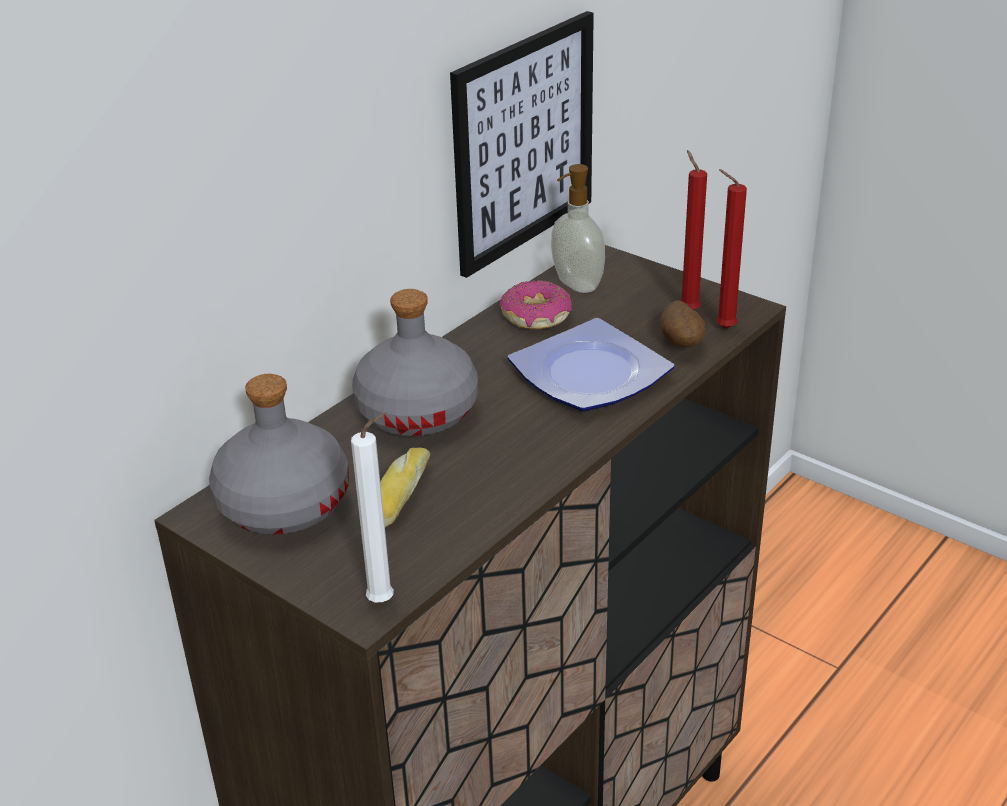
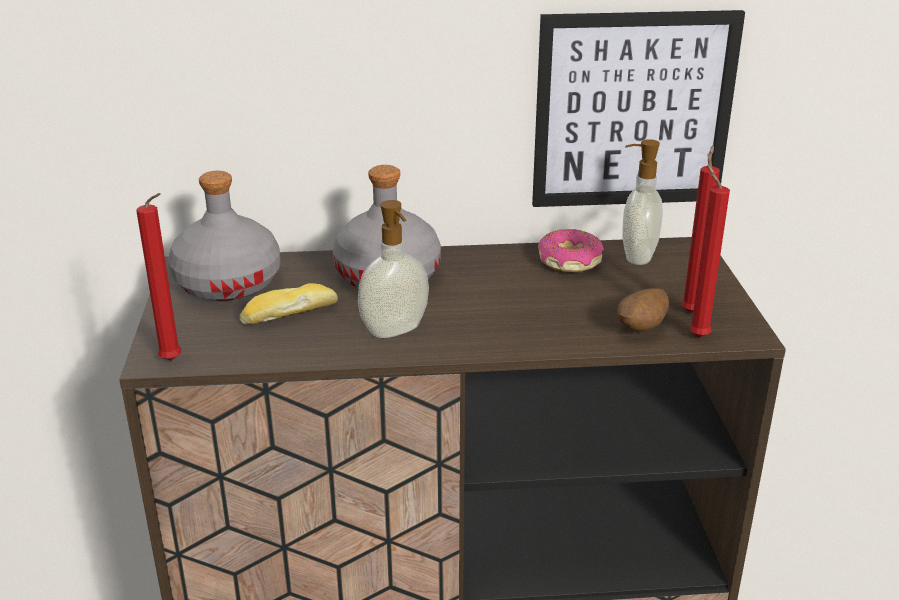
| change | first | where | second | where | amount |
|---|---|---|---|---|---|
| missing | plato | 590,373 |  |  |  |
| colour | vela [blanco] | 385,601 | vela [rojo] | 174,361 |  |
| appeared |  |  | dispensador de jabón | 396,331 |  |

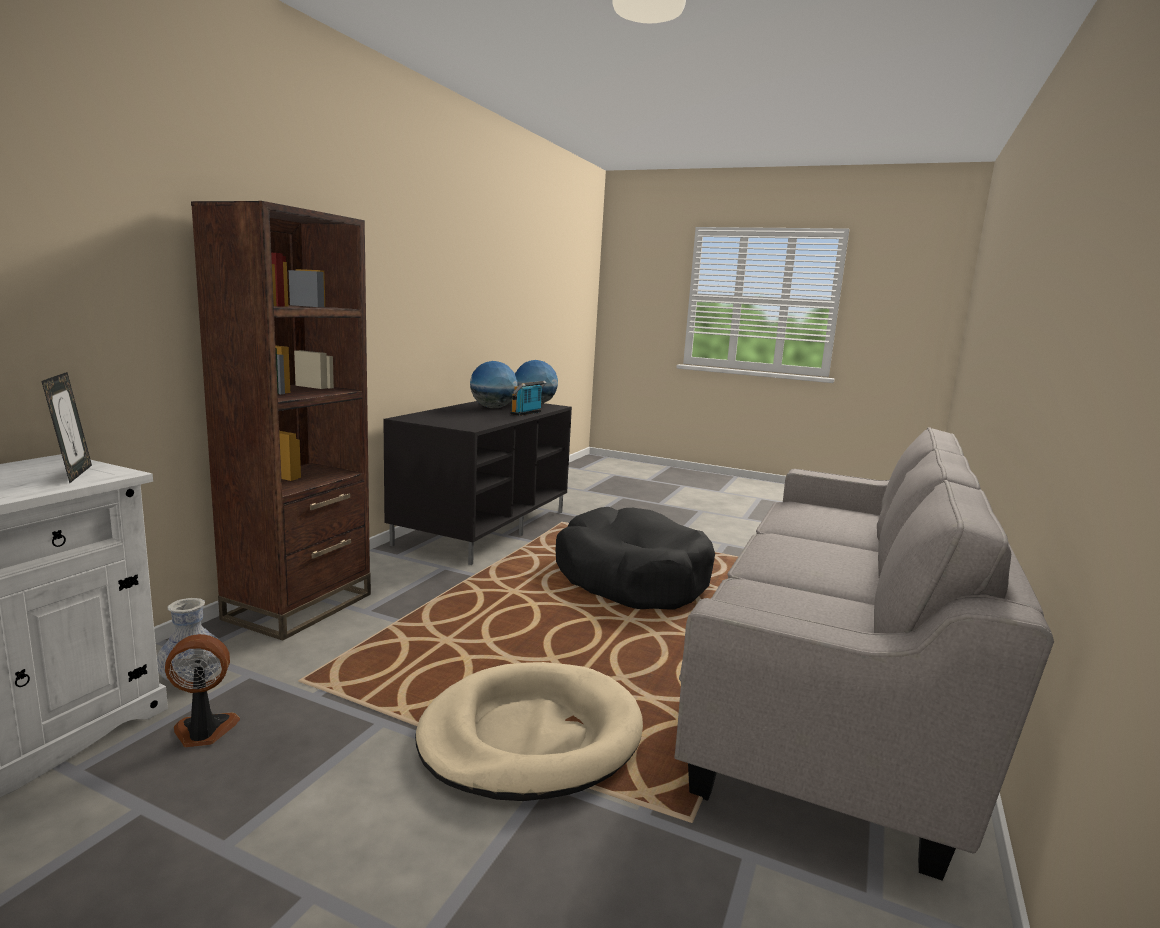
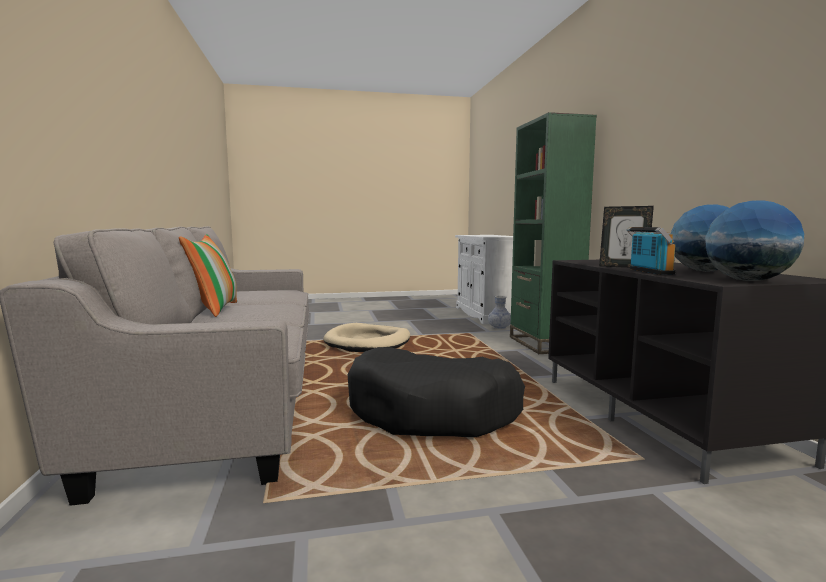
| change | first | where | second | where | amount |
|---|---|---|---|---|---|
| colour | estantería [marrón] | 299,606 | estantería [verde] | 544,344 |  |
| relocated | portarretratos | 74,474 |  | 623,267 |  |
| missing | ventilador | 204,732 |  |  |  |
| appeared |  |  | cojín | 213,309 |  |

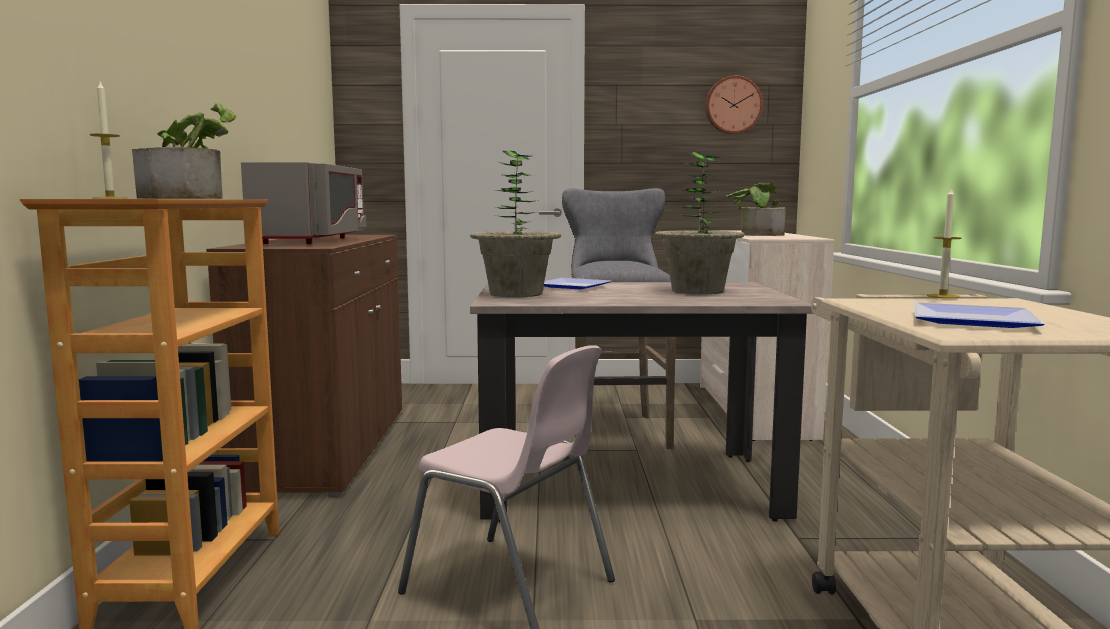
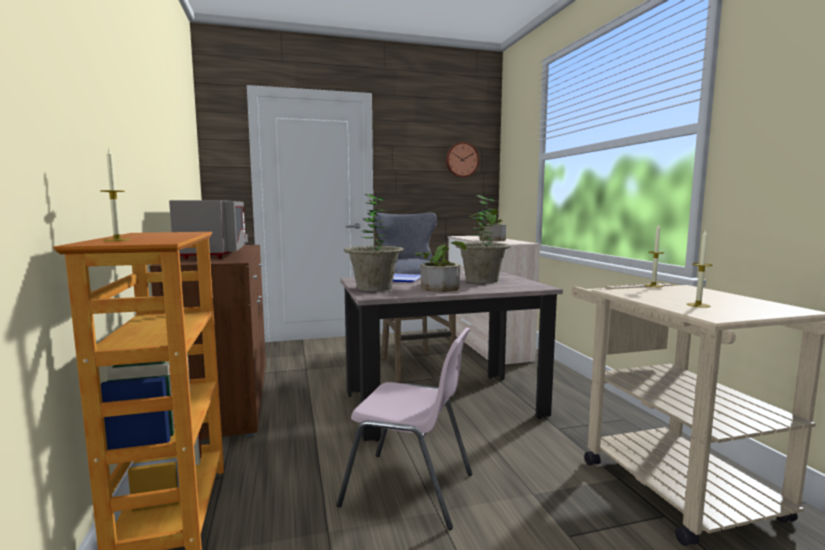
| change | first | where | second | where | amount |
|---|---|---|---|---|---|
| relocated | planta en maceta | 191,198 |  | 441,287 |  |
| exchanged | plato | 968,320 | vela | 698,305 |  |

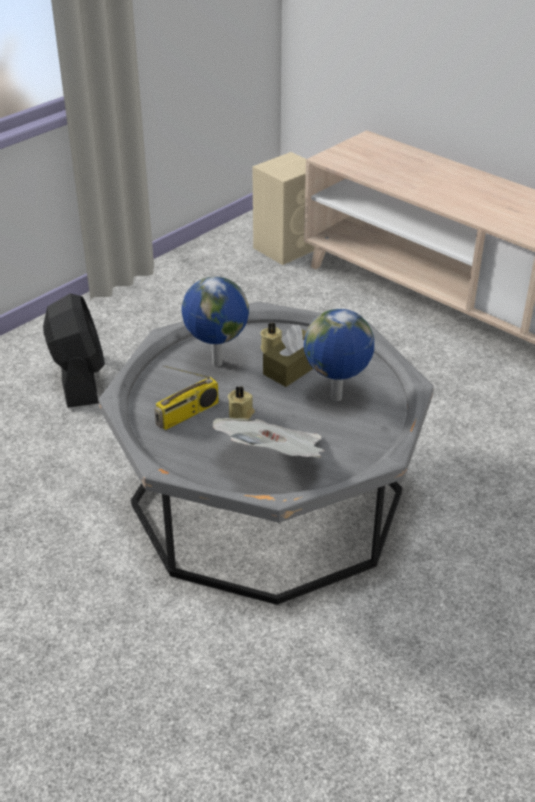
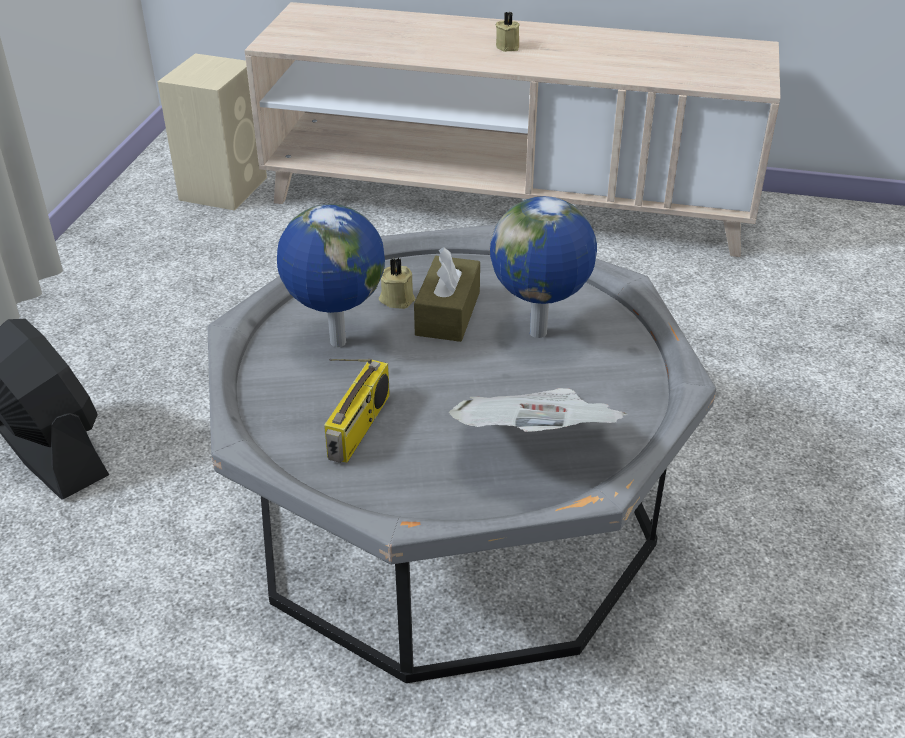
| change | first | where | second | where | amount |
|---|---|---|---|---|---|
| relocated | vela [beis] | 241,414 |  | 508,46 |  |

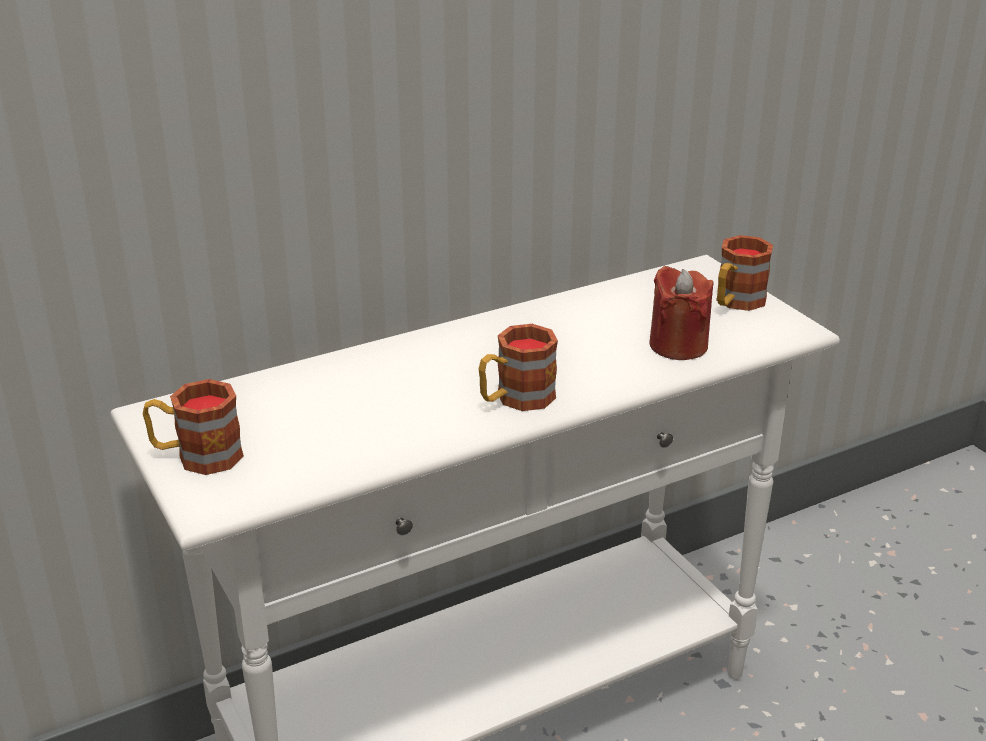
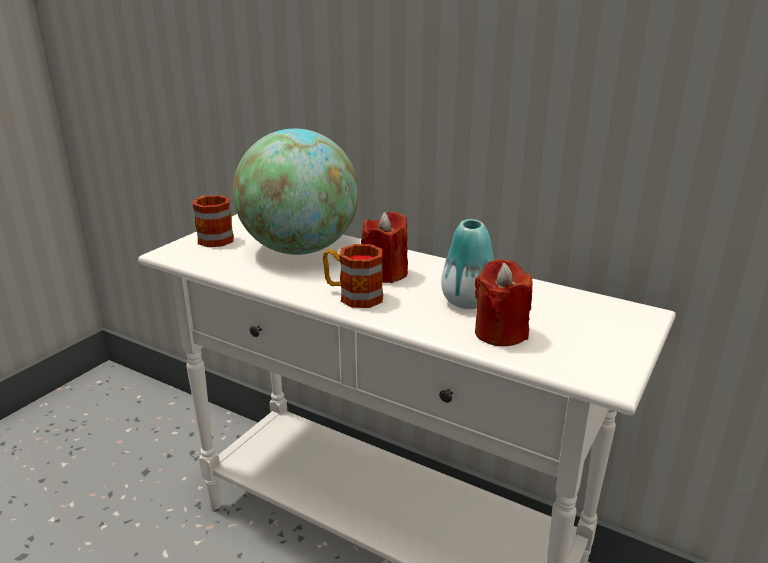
| change | first | where | second | where | amount |
|---|---|---|---|---|---|
| missing | taza grande | 735,302 |  |  |  |
| appeared |  |  | globo terráqueo | 300,249 |  |
| appeared |  |  | vela [rojo] | 385,274 |  |
| appeared |  |  | florero | 467,302 |  |

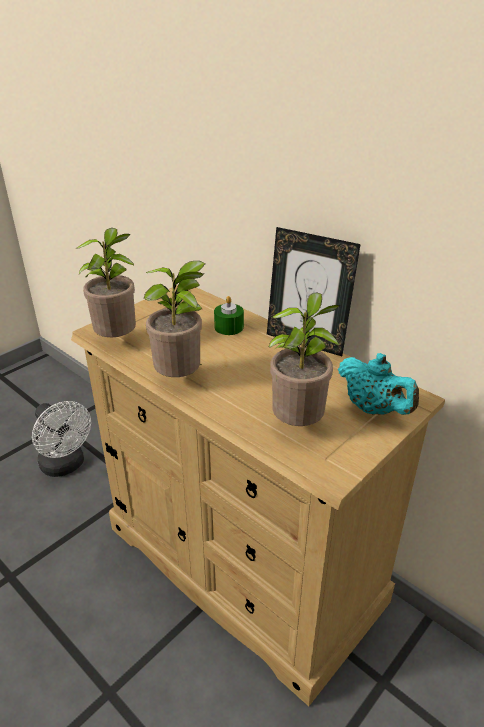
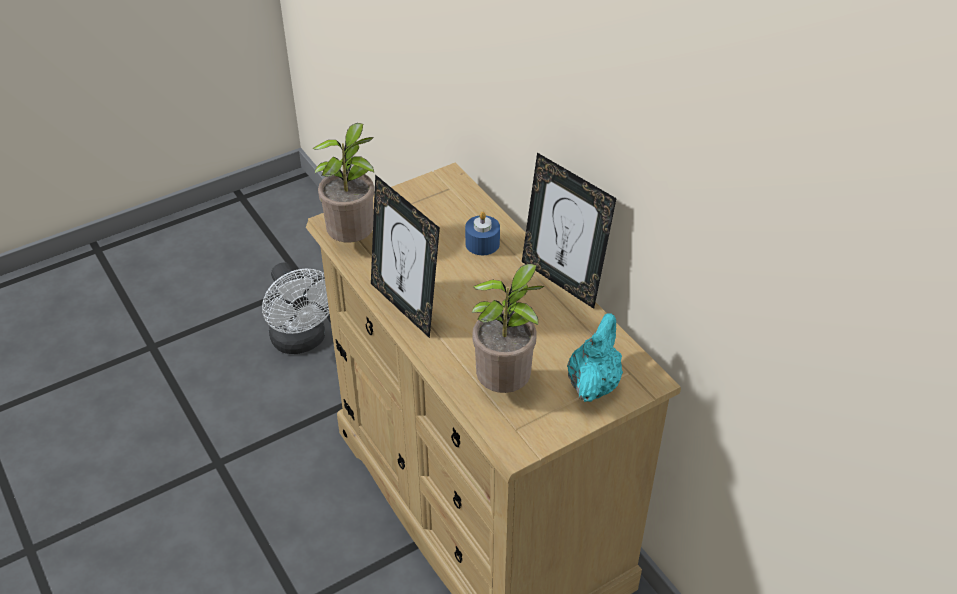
| change | first | where | second | where | amount |
|---|---|---|---|---|---|
| exchanged | planta en maceta | 181,379 | portarretratos | 406,306 |  |
| colour | vela [verde] | 229,327 | vela [azul] | 482,243 |  |
| spun | tetera [turquesa] | 373,409 |  | 593,383 | 135 degrees counterclockwise |

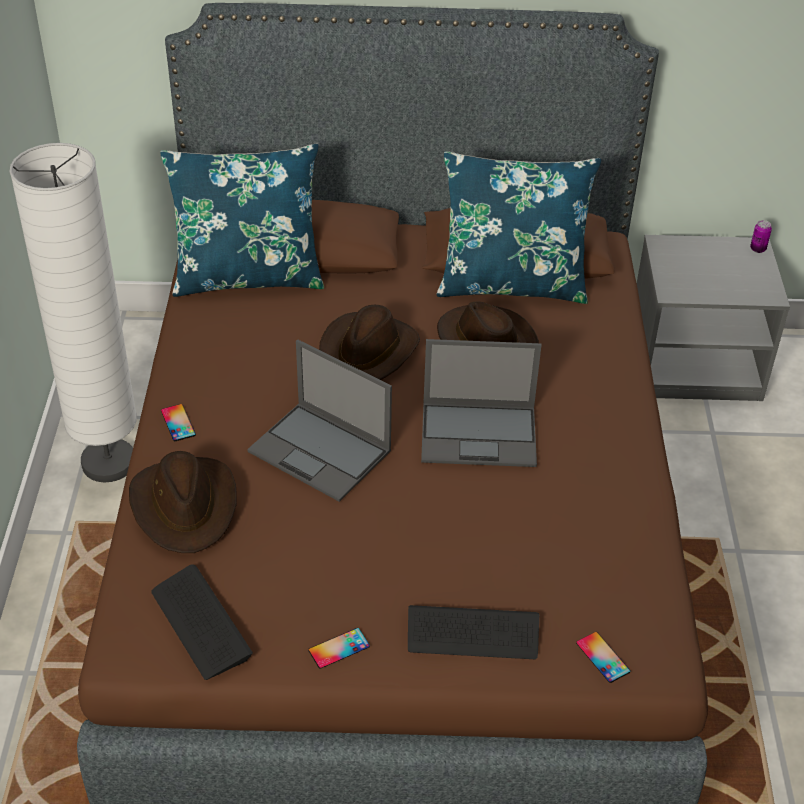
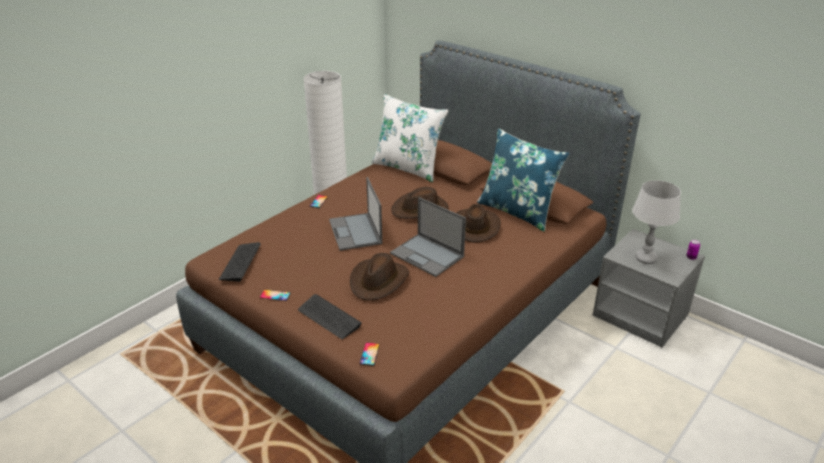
| change | first | where | second | where | amount |
|---|---|---|---|---|---|
| colour | cojín [azul] | 248,277 | cojín [blanco] | 408,167 |  |
| relocated | sombrero [marrón] | 185,506 |  | 379,281 |  |
| appeared |  |  | lámpara de mesa [gris] | 645,258 |  |

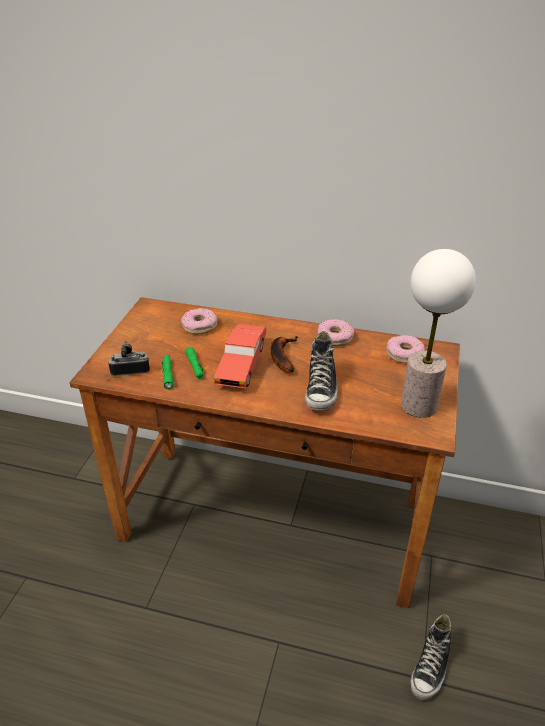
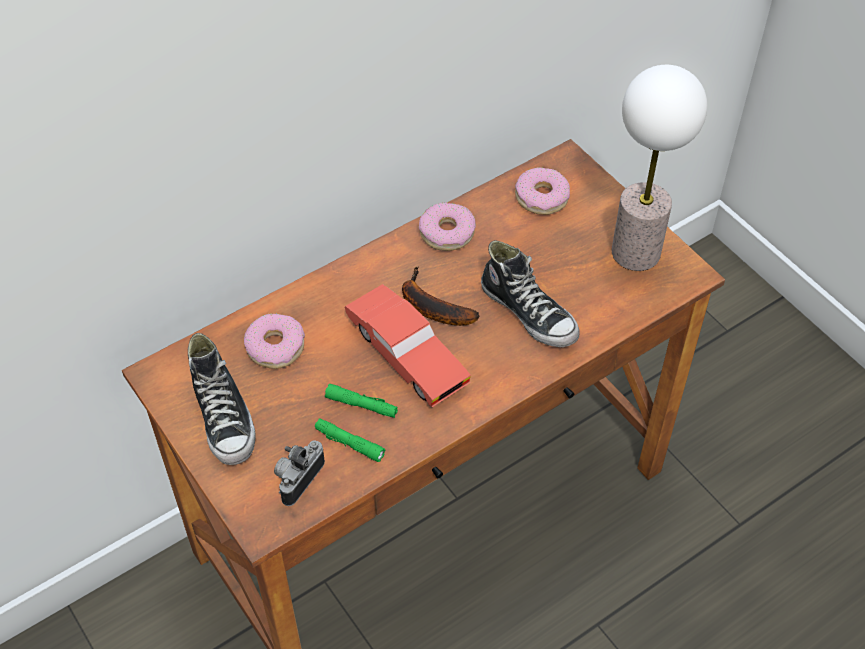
| change | first | where | second | where | amount |
|---|---|---|---|---|---|
| relocated | zapato | 431,667 |  | 224,417 |  |

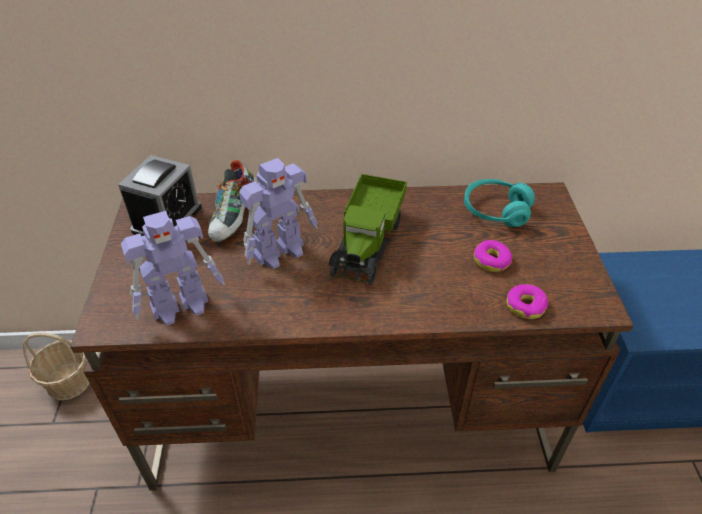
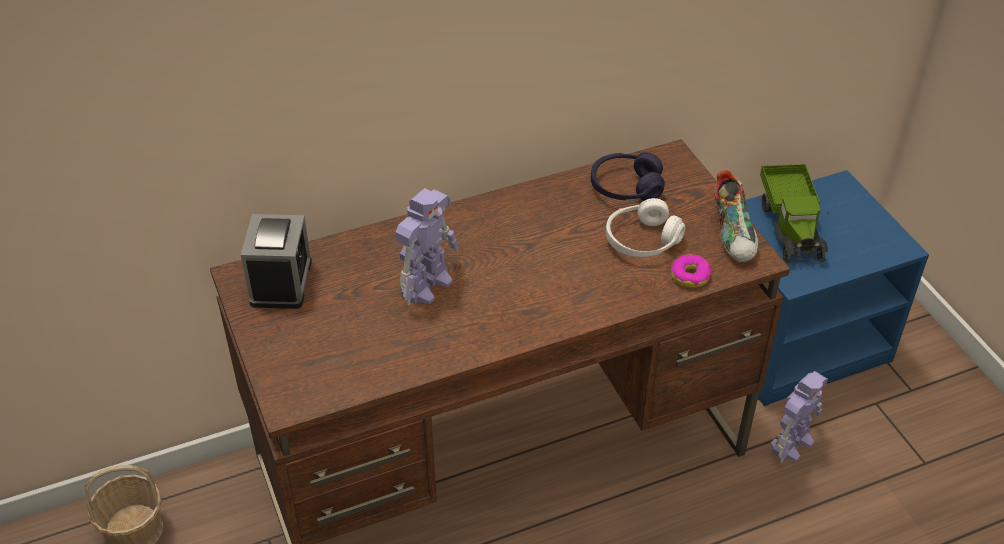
| change | first | where | second | where | amount |
|---|---|---|---|---|---|
| relocated | zapato | 235,219 |  | 734,234 |  |
| relocated | camión de juguete | 368,241 |  | 791,226 |  |
| colour | auriculares [turquesa] | 496,211 | auriculares [morado] | 626,187 |  |
| relocated | robot de juguete | 182,305 |  | 792,443 |  |
| exchanged | rosquilla | 491,261 | auriculares [blanco] | 642,240 |  |

